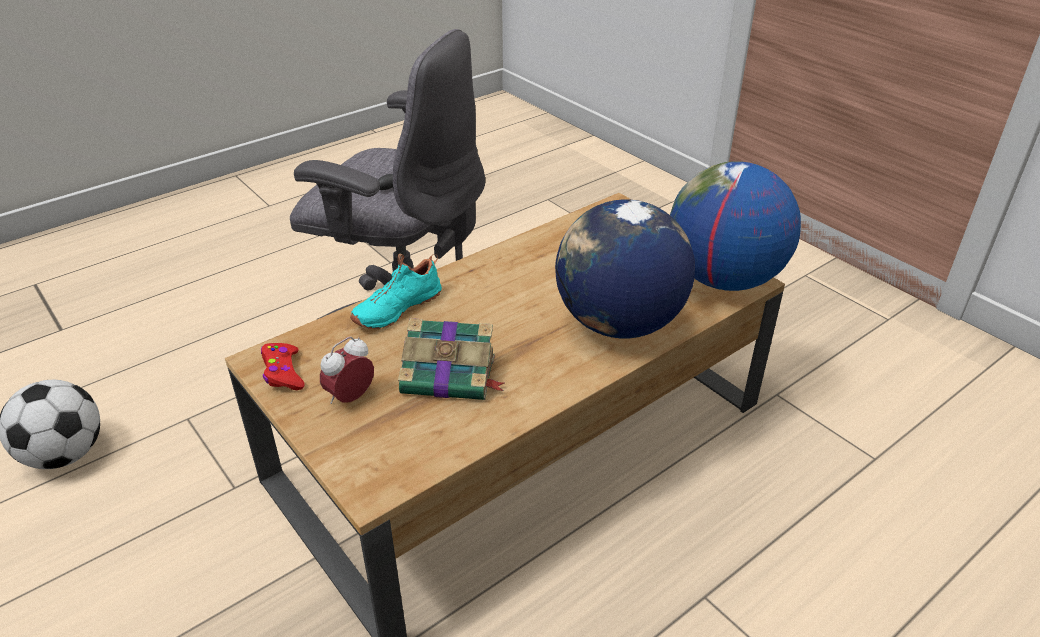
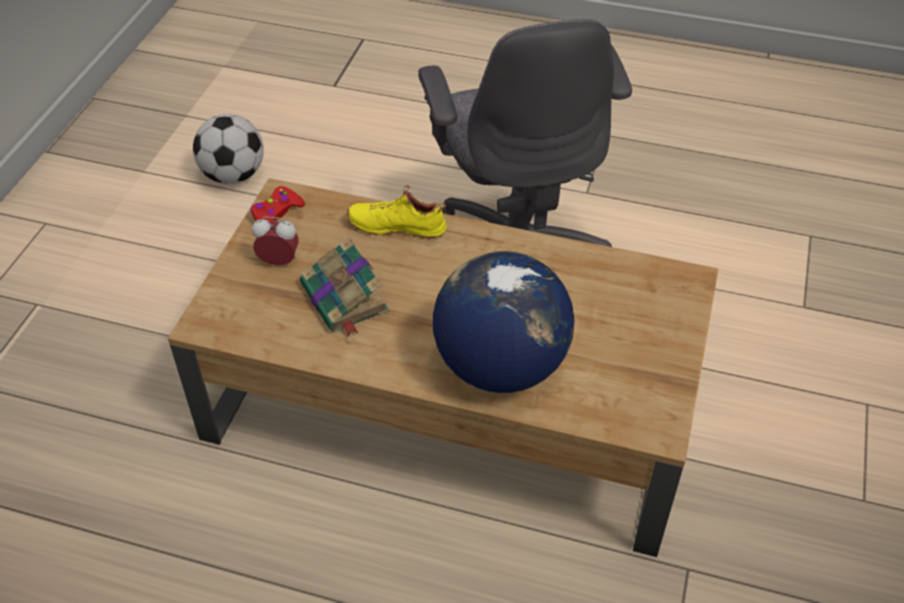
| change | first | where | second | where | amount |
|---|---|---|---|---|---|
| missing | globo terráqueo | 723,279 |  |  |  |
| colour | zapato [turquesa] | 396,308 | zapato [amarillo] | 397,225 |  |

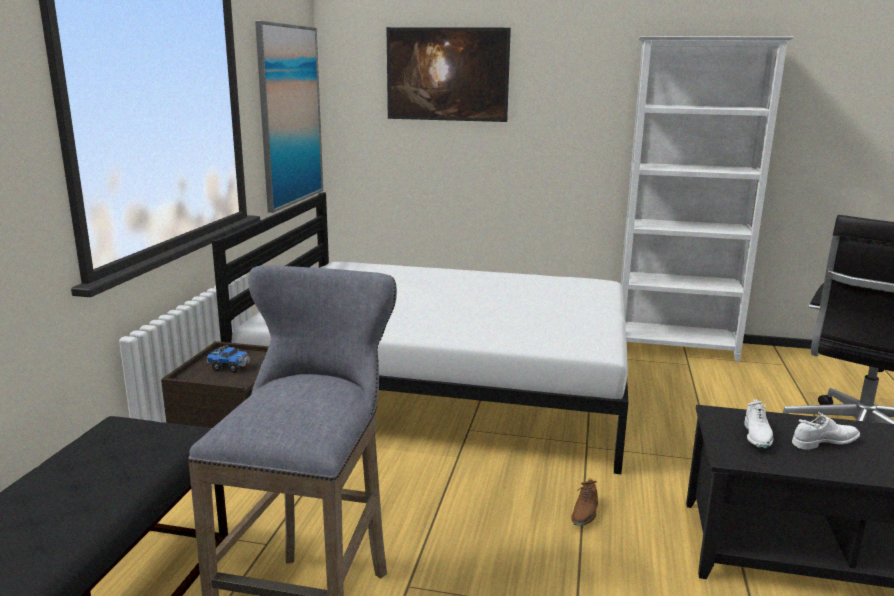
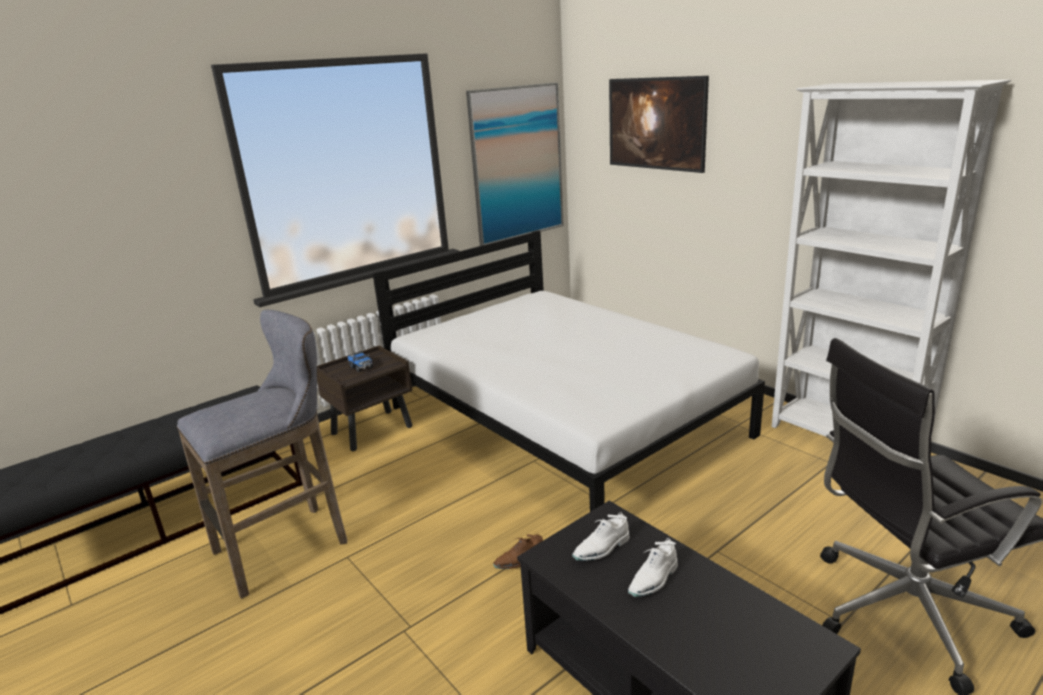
| change | first | where | second | where | amount |
|---|---|---|---|---|---|
| spun | zapato [blanco] | 824,442 |  | 653,580 | 105 degrees clockwise |

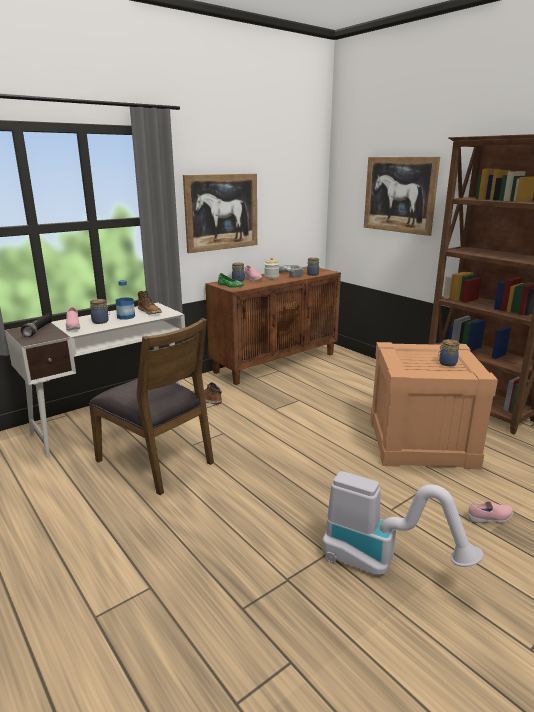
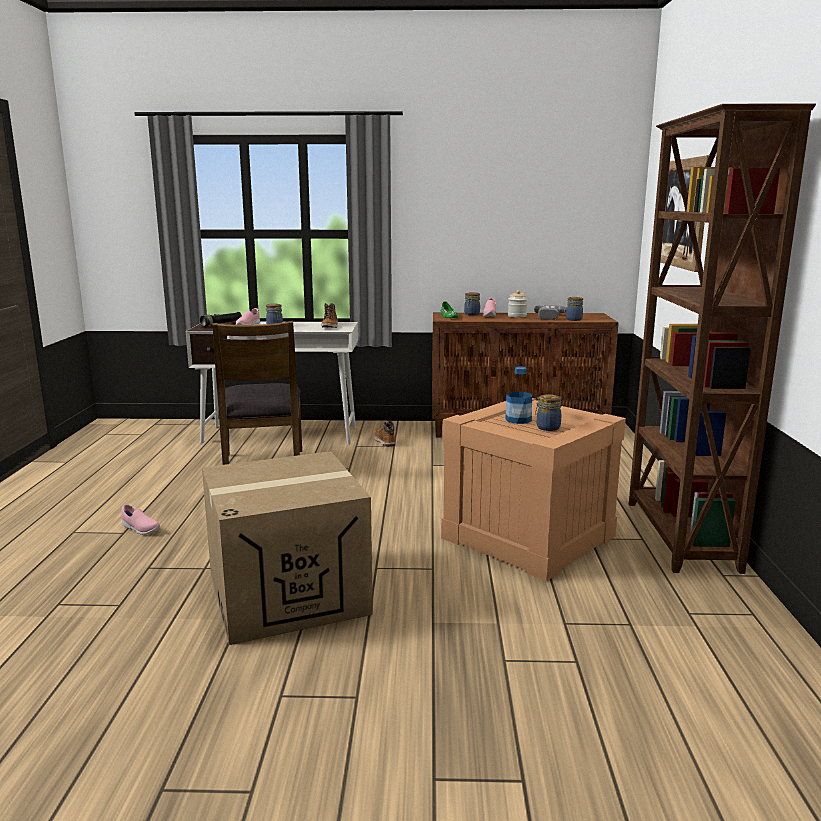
| change | first | where | second | where | amount |
|---|---|---|---|---|---|
| missing | cuadro | 221,212 |  |  |  |
| relocated | botella | 126,317 |  | 518,420 |  |
| exchanged | aspiradora | 383,564 | caja de cartón | 288,593 |  |
| relocated | zapato [rosa] | 490,518 |  | 140,529 |  |

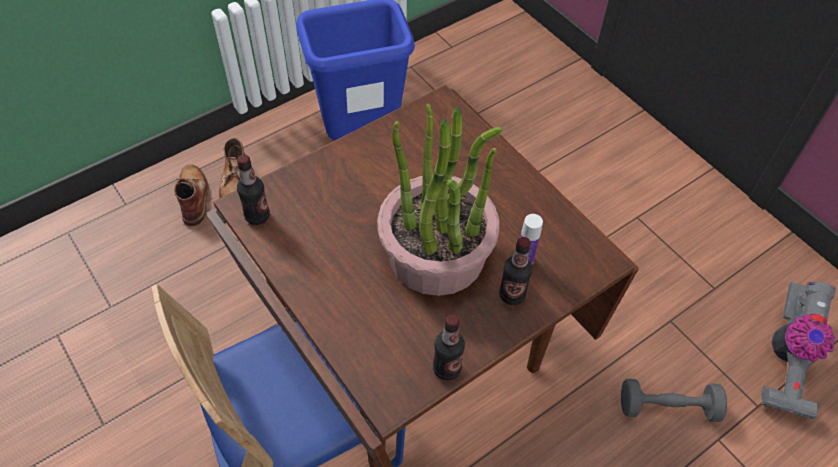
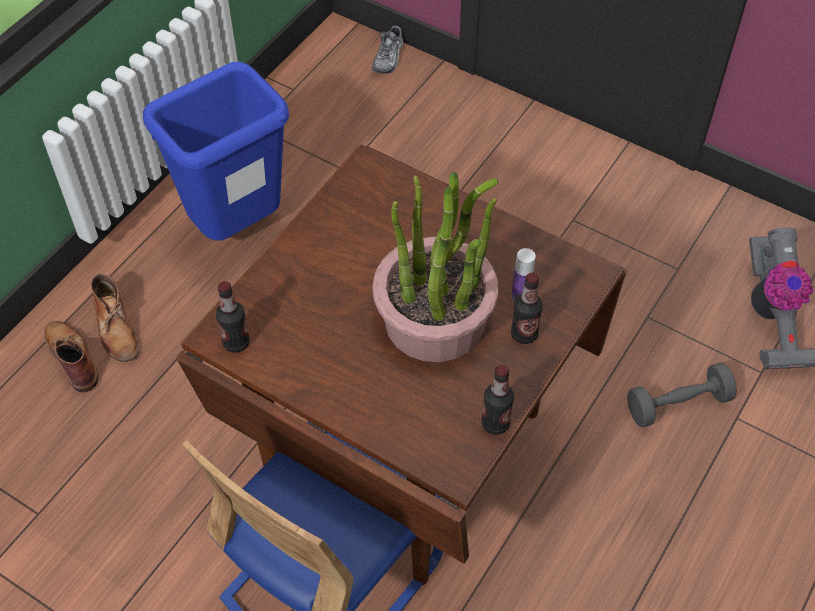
| change | first | where | second | where | amount |
|---|---|---|---|---|---|
| appeared |  |  | zapato | 388,58 |  |

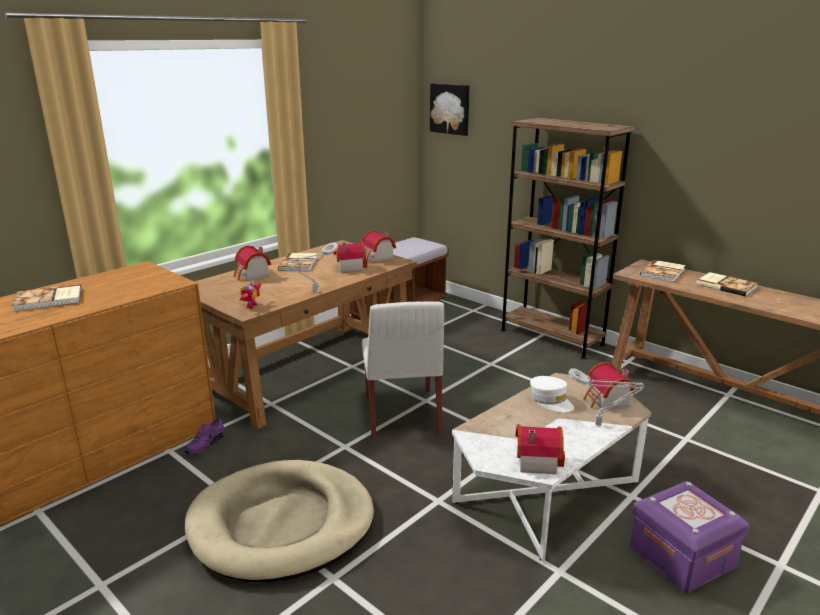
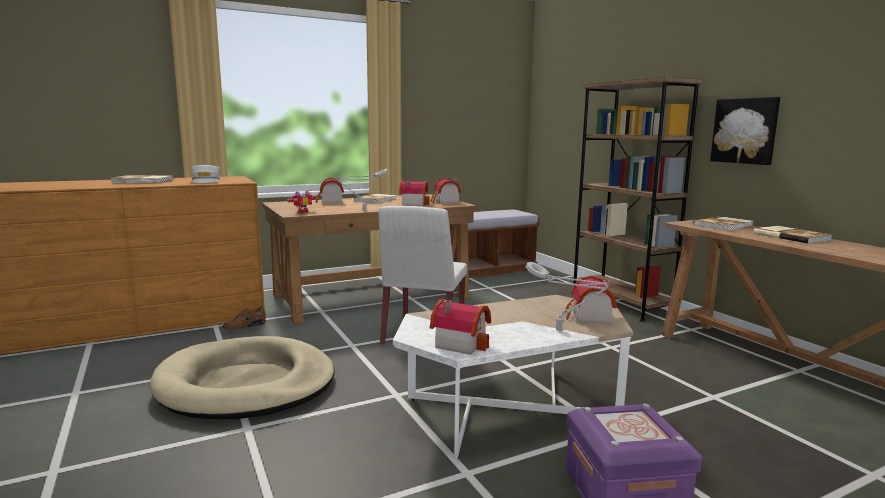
| change | first | where | second | where | amount |
|---|---|---|---|---|---|
| relocated | cuadro | 450,109 |  | 745,131 |  |
| relocated | gorra [blanco] | 551,400 |  | 206,181 |  |
| colour | zapato [morado] | 204,444 | zapato [marrón] | 244,326 |  |

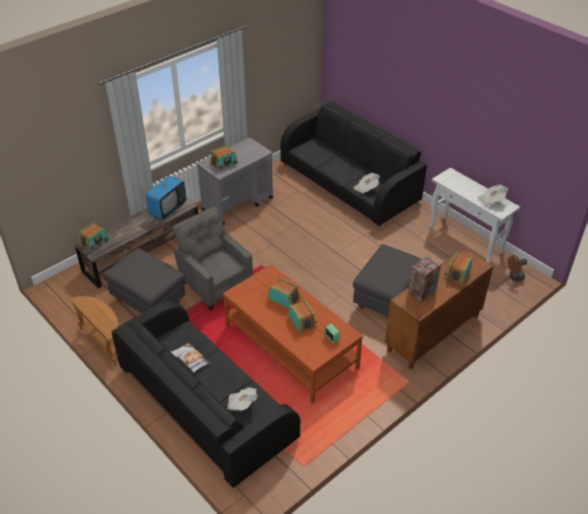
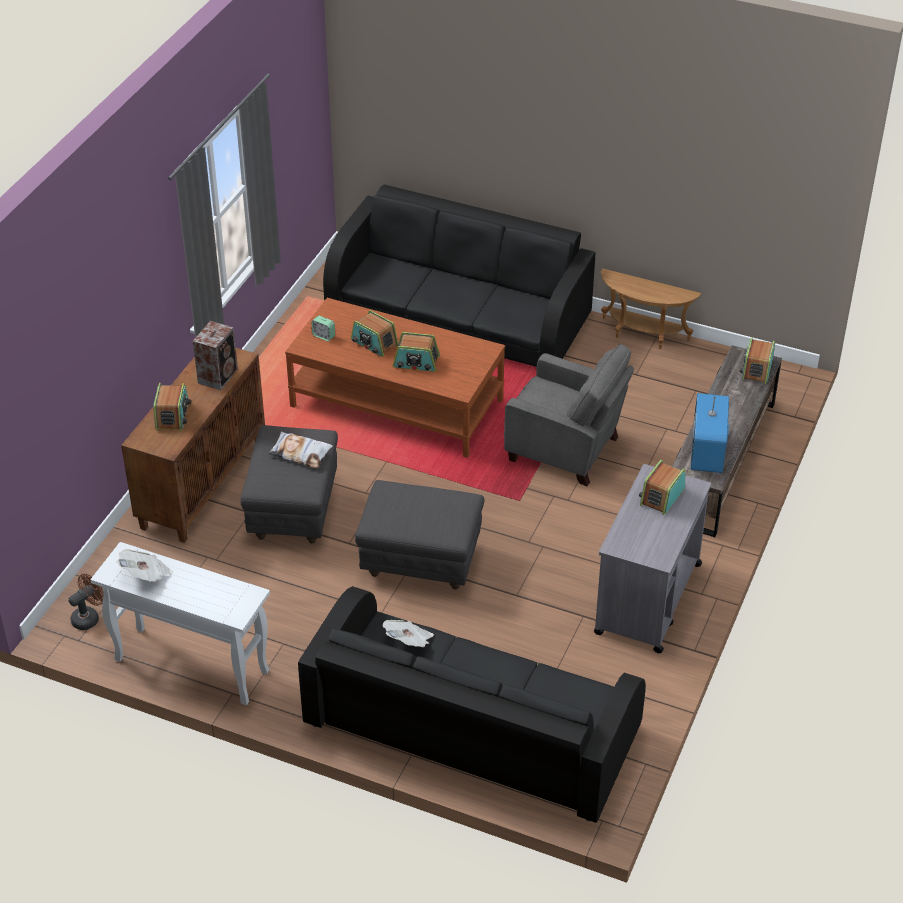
| change | first | where | second | where | amount |
|---|---|---|---|---|---|
| relocated | puf [gris] | 149,301 |  | 420,563 |  |
| relocated | cojín | 190,360 |  | 300,453 |  |
| missing | periódico | 241,404 |  |  |  |

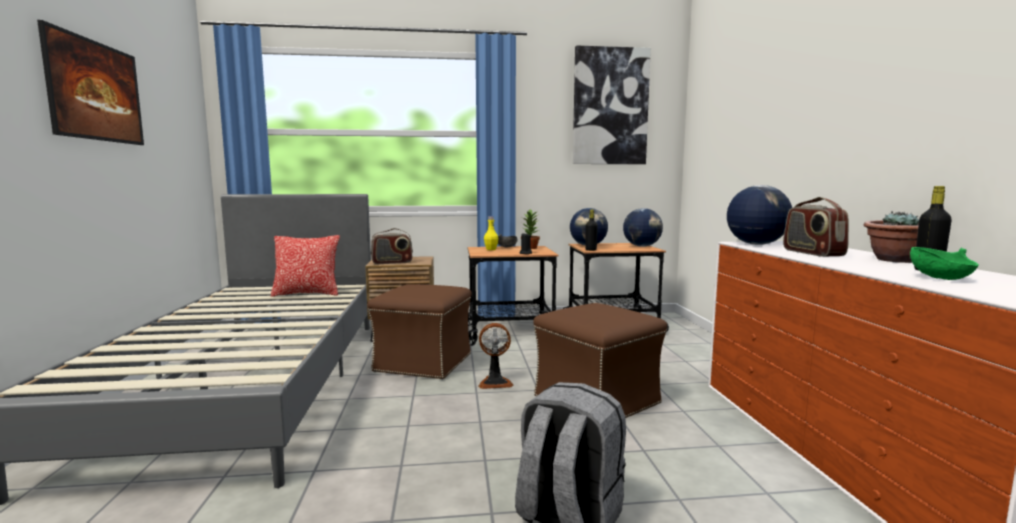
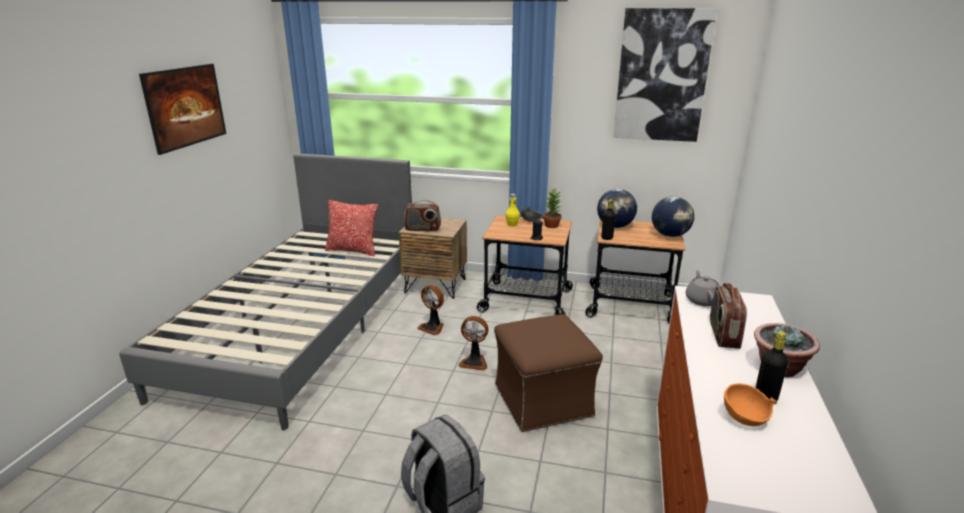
| change | first | where | second | where | amount |
|---|---|---|---|---|---|
| exchanged | globo terráqueo | 756,244 | tetera [gris] | 702,300 |  |
| colour | cuenco [verde] | 941,278 | cuenco [naranja] | 744,418 |  |
| exchanged | puf [marrón] | 424,363 | ventilador | 432,327 |  |

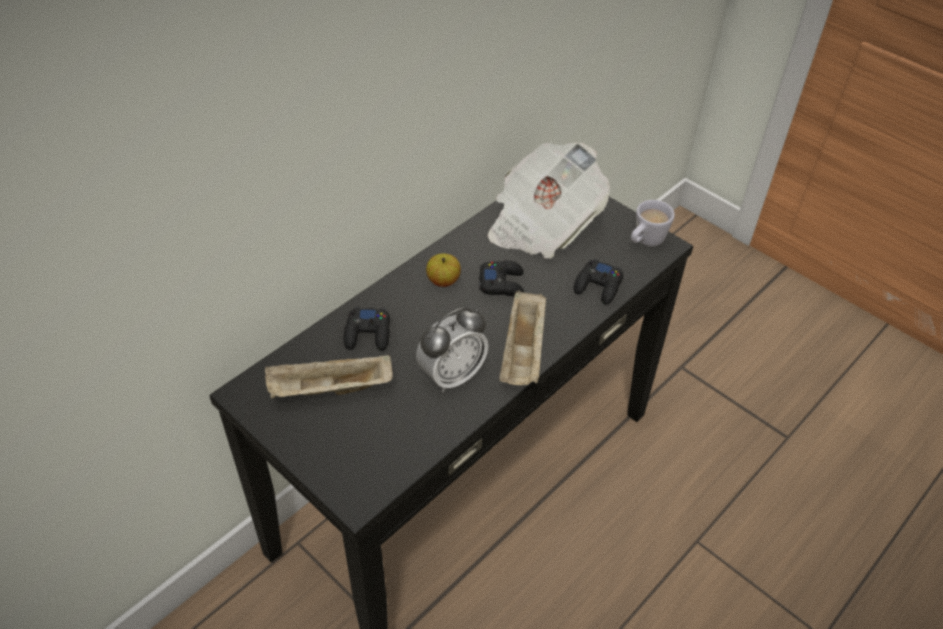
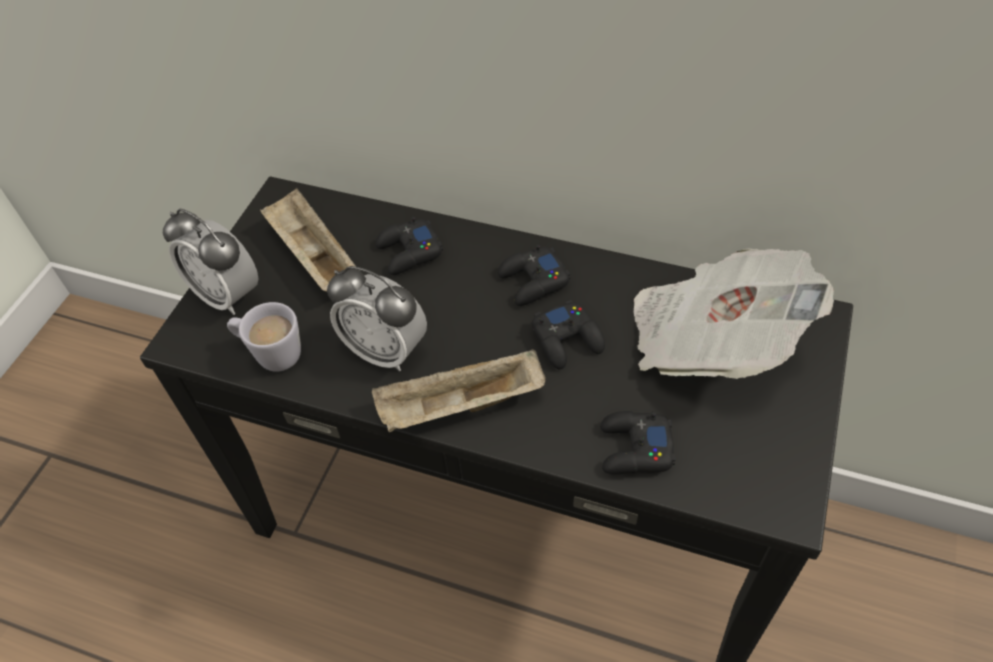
| change | first | where | second | where | amount |
|---|---|---|---|---|---|
| relocated | taza grande [blanco] | 645,242 |  | 271,354 |  |
| exchanged | manzana | 443,281 | mando de consola [negro] | 533,282 |  |
| appeared |  |  | despertador | 227,295 |  |

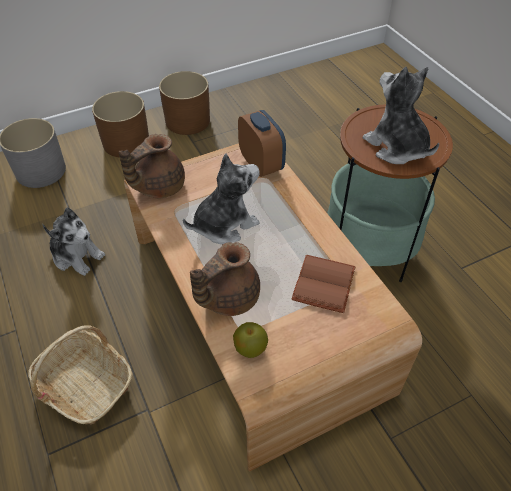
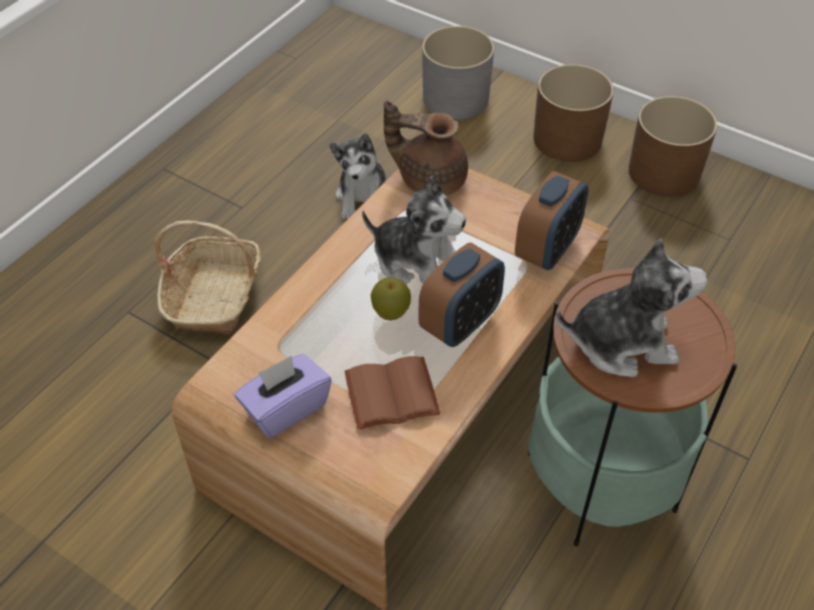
| change | first | where | second | where | amount |
|---|---|---|---|---|---|
| spun | peluche | 396,147 |  | 622,342 | 60 degrees clockwise |
| missing | tetera [marrón] | 227,298 |  |  |  |
| relocated | manzana | 250,348 |  | 391,311 |  |
| appeared |  |  | despertador | 460,323 |  |
| appeared |  |  | caja de pañuelos [morado] | 285,408 |  |

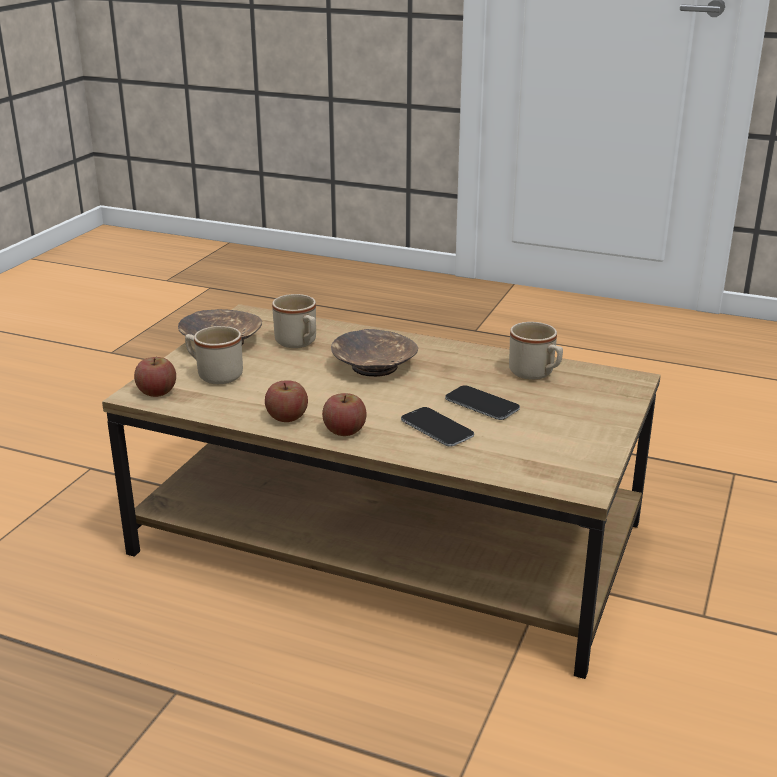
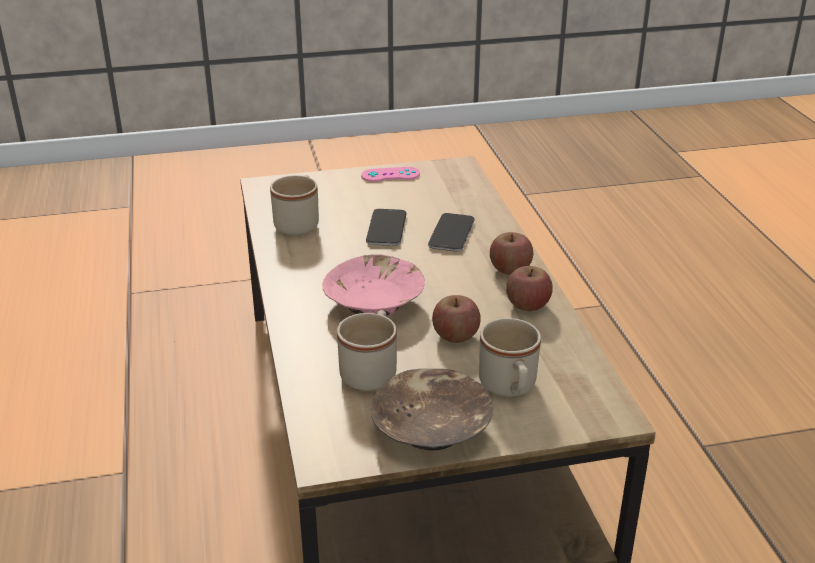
| change | first | where | second | where | amount |
|---|---|---|---|---|---|
| colour | cuenco [marrón] | 374,366 | cuenco [rosa] | 375,302 |  |
| relocated | manzana | 157,392 |  | 455,335 |  |
| appeared |  |  | mando de consola [rosa] | 390,175 |  |

